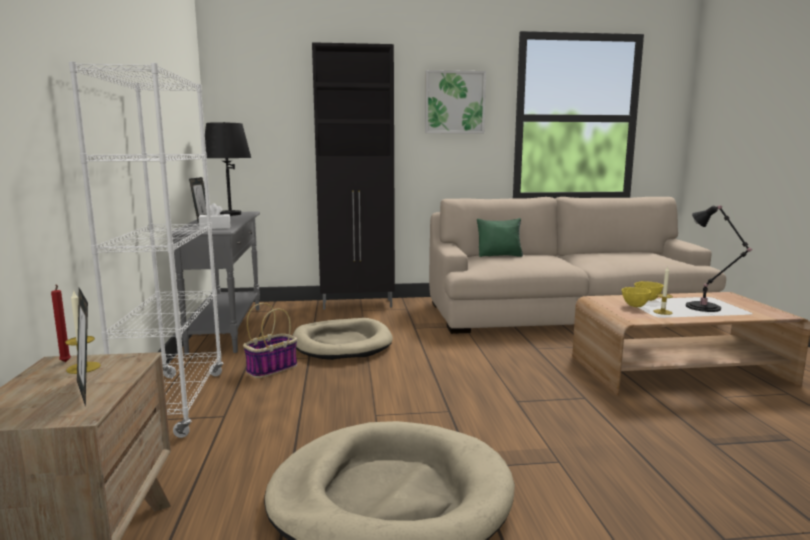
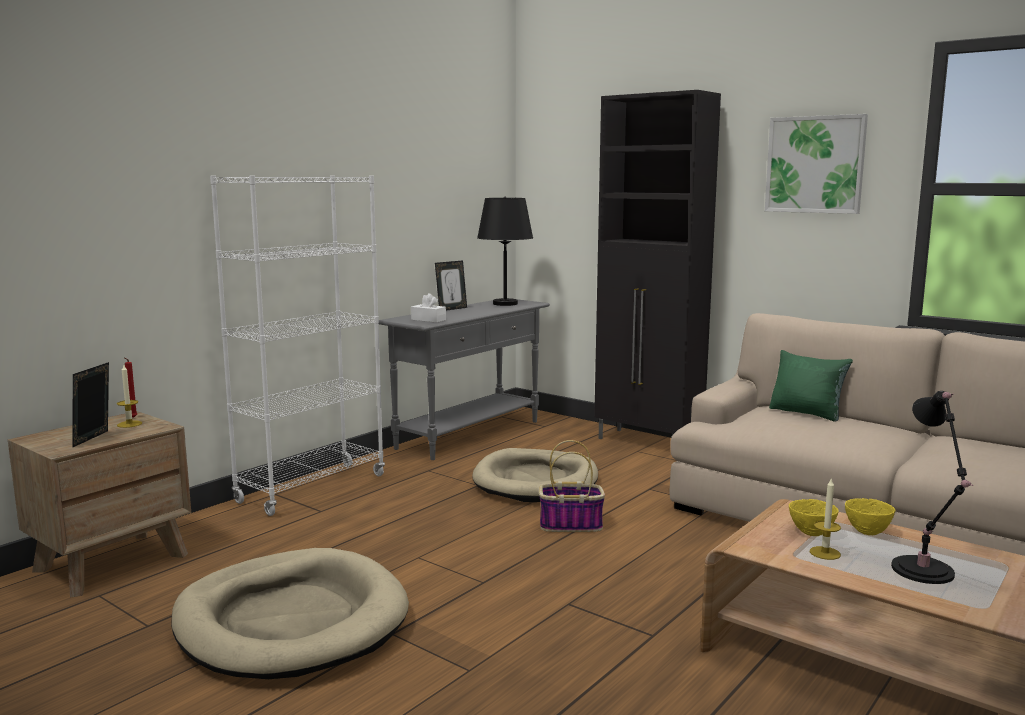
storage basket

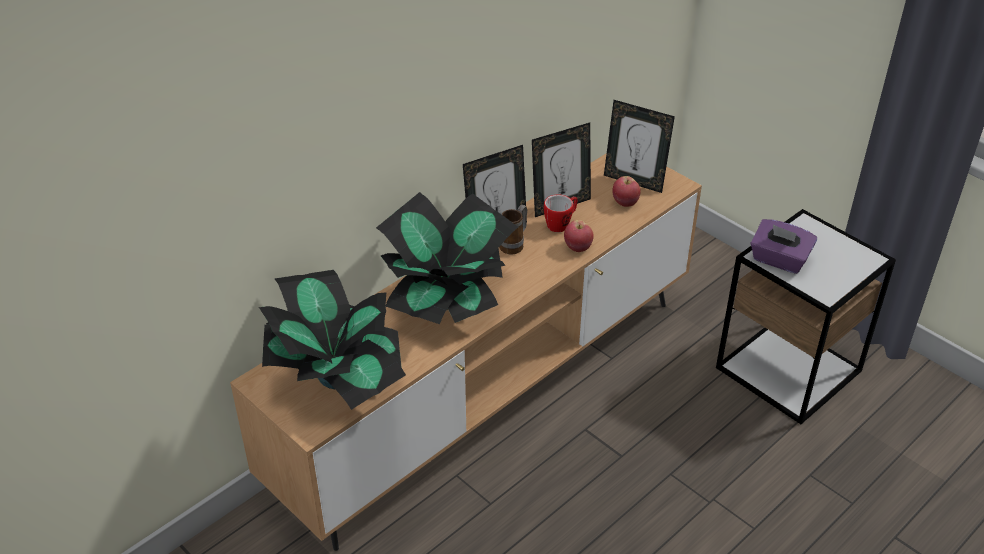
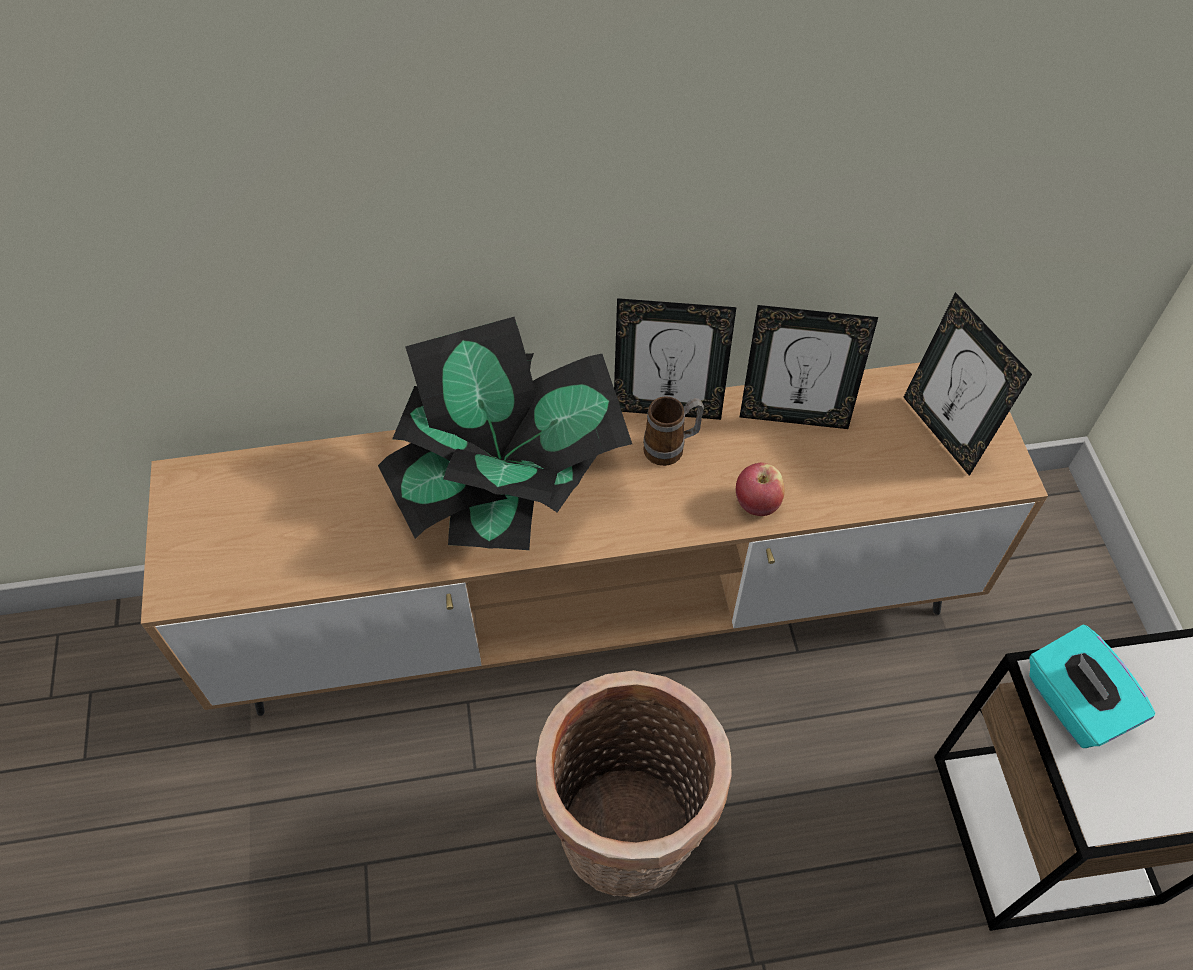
plant in a pot (1st from left in the first image)
coffee mug (2nd from left in the first image)
apple (2nd from left in the first image)
storage basket
blue-green box of tissues

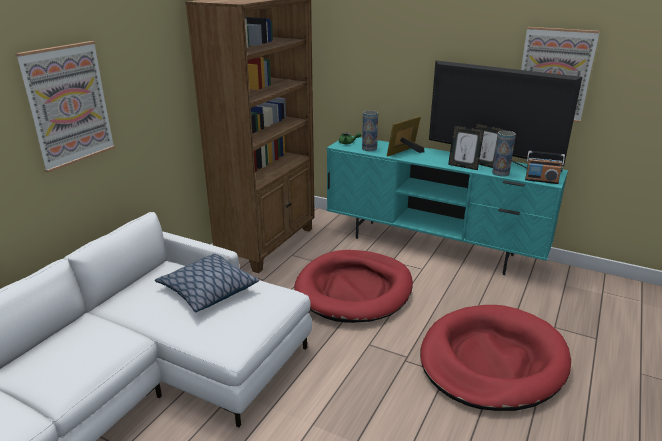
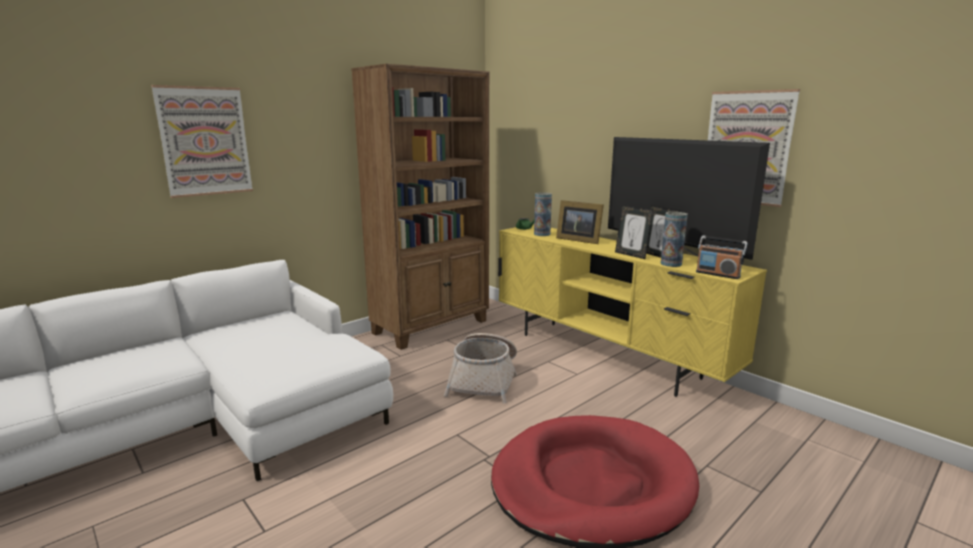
pillow
storage basket
yellow tv unit
picture frame (1st from left)

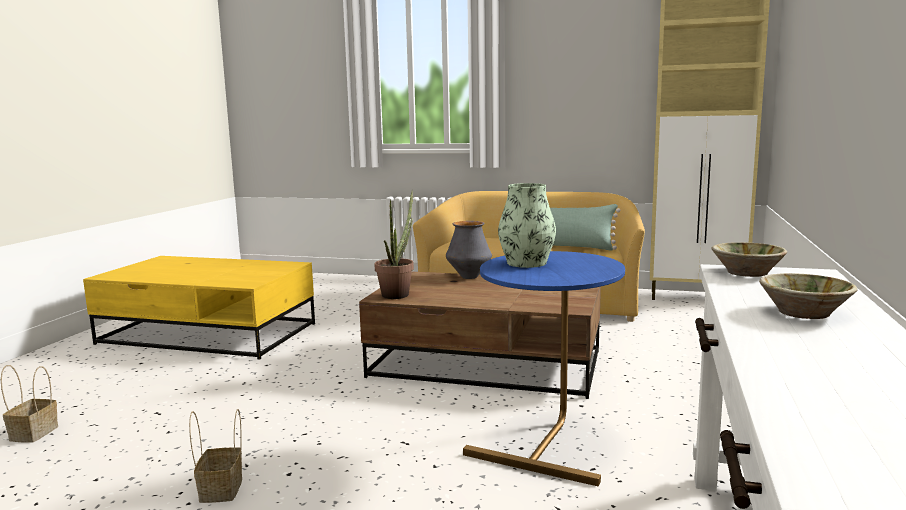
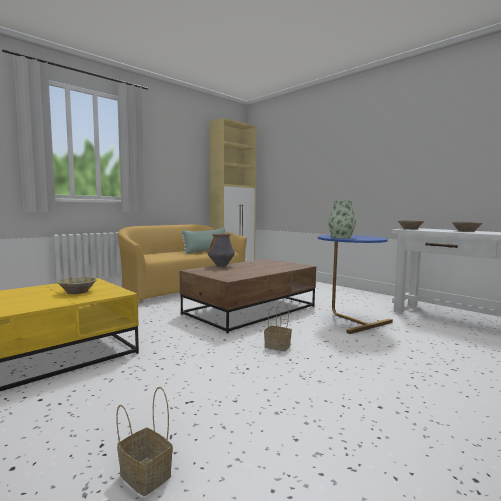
plant in a pot
beige-coloured deep dish (1st from left)
storage basket (2nd from left)

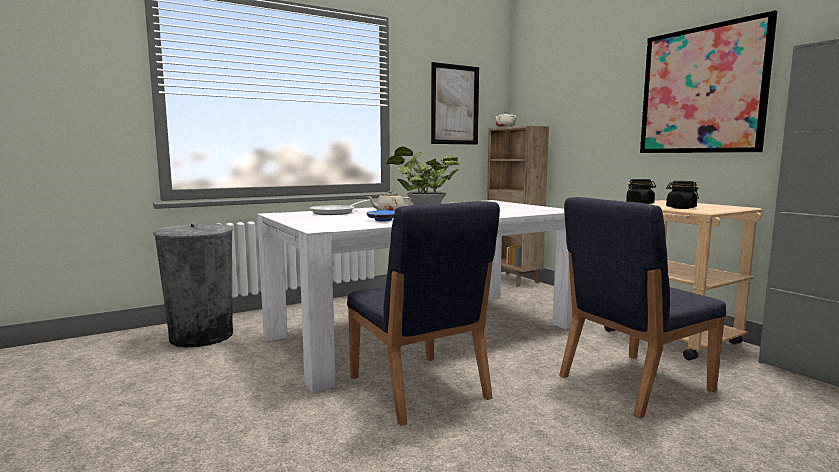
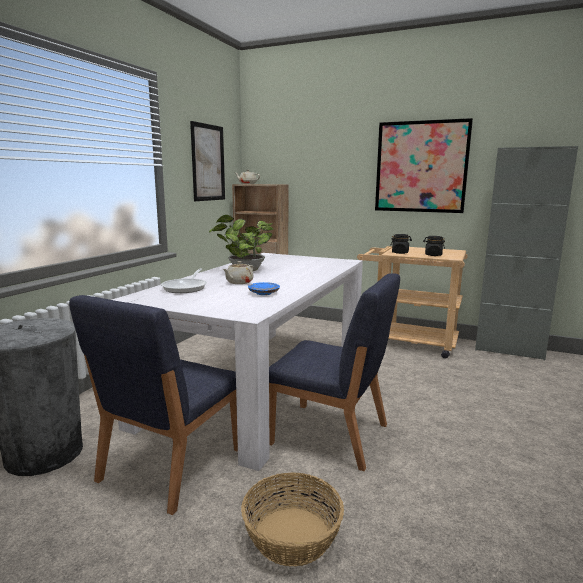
storage basket
blue-coloured chair (1st from left)

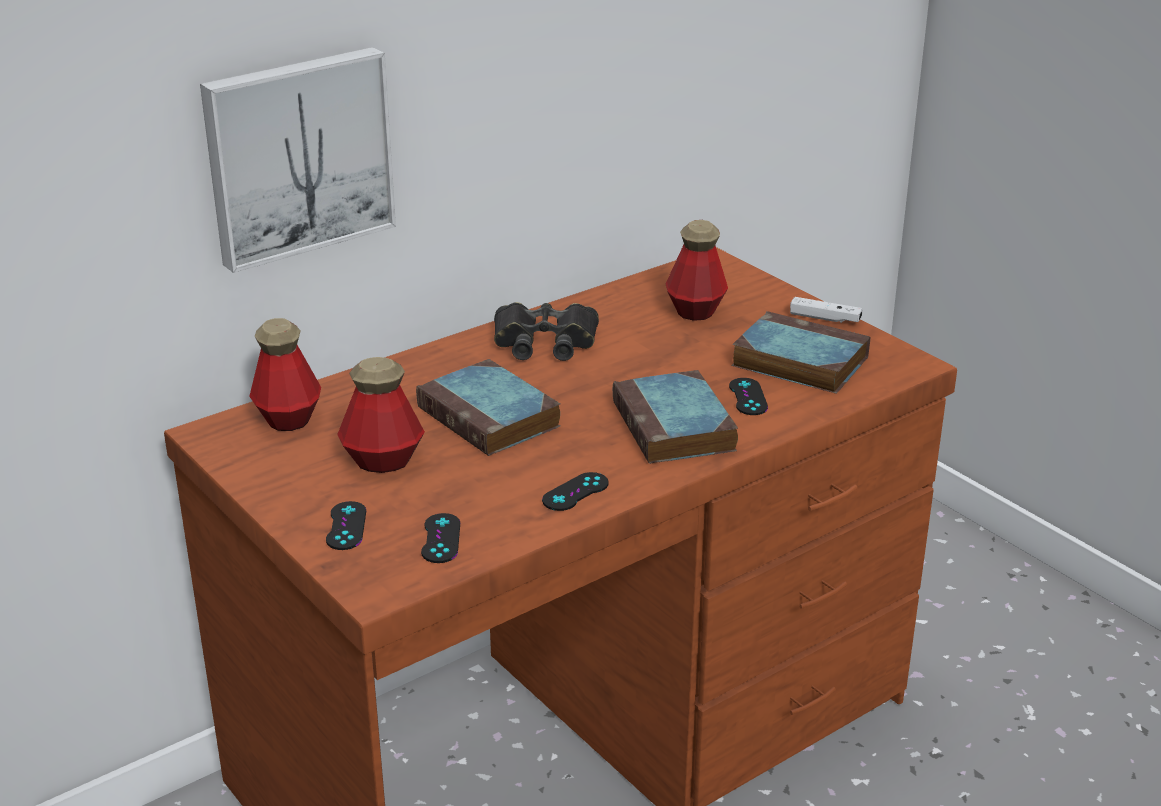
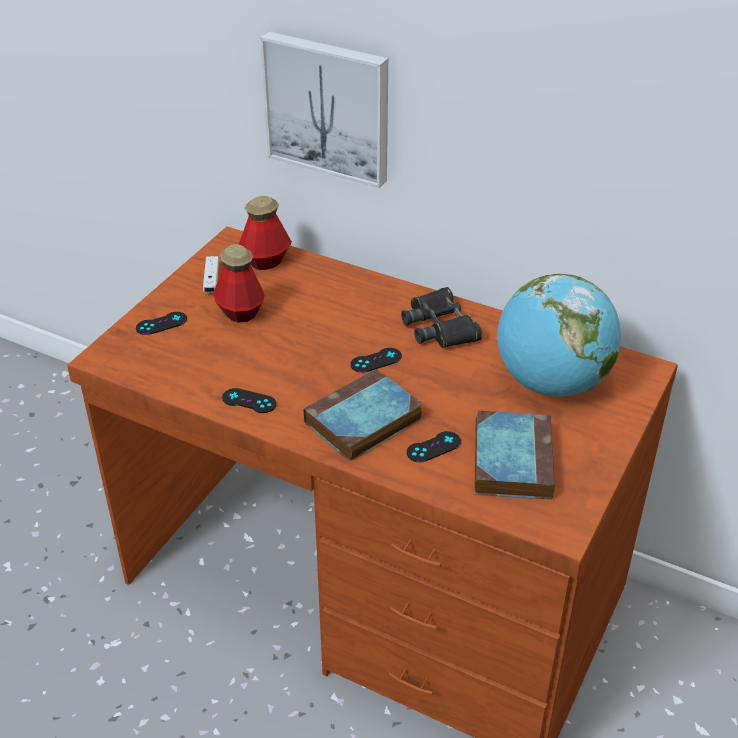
volume (1st from left in the first image)
blackish game controller (3rd from left)
whitish game controller
globe

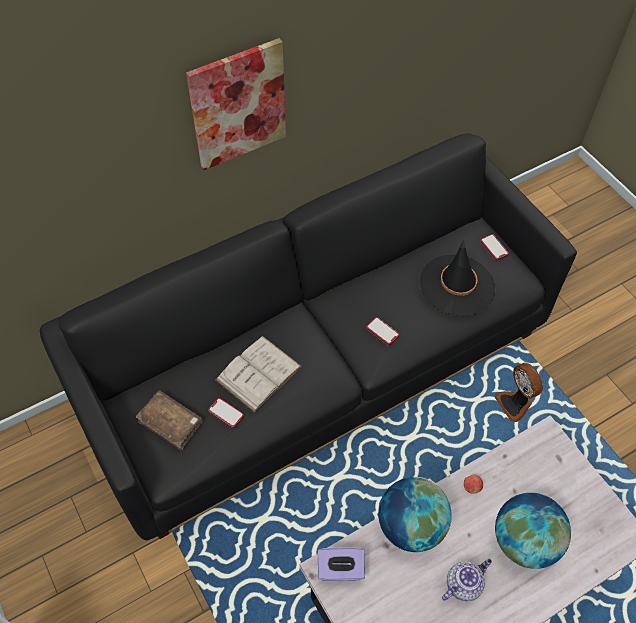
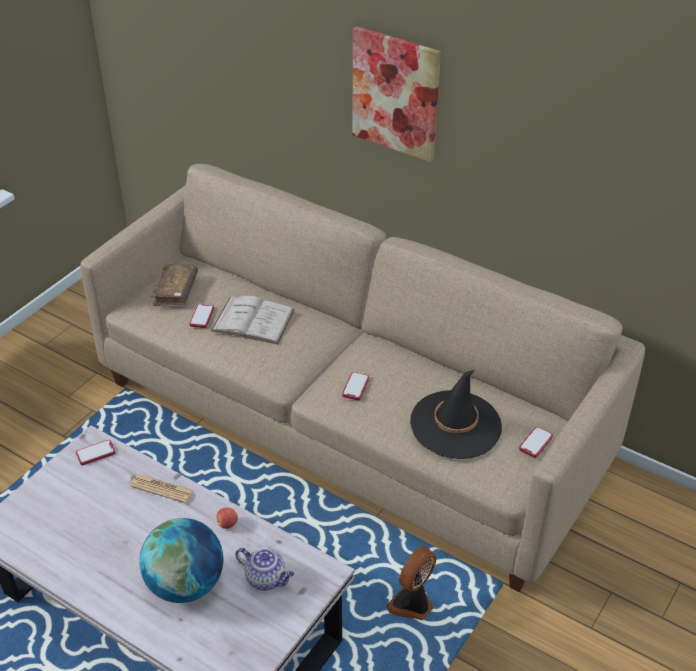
pot for tea
phone (1st from left)
newspaper
beige-coloured settee

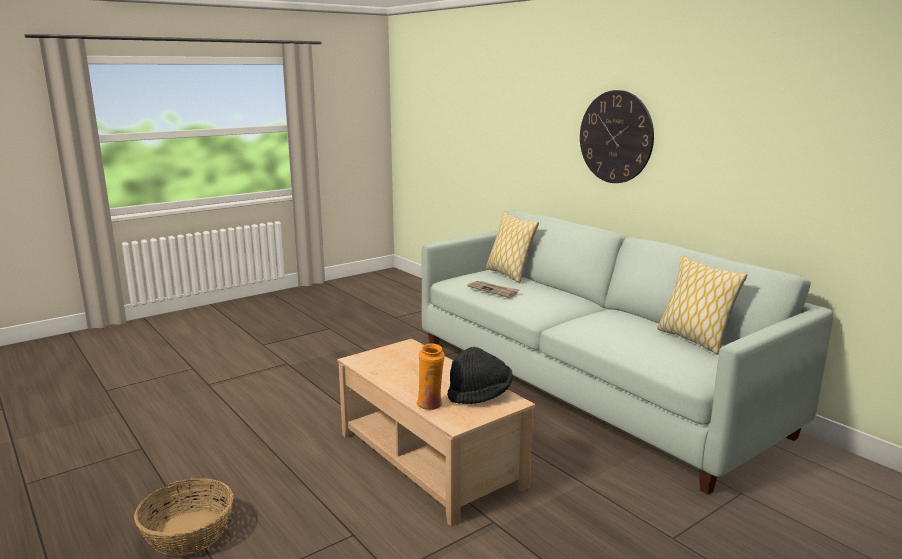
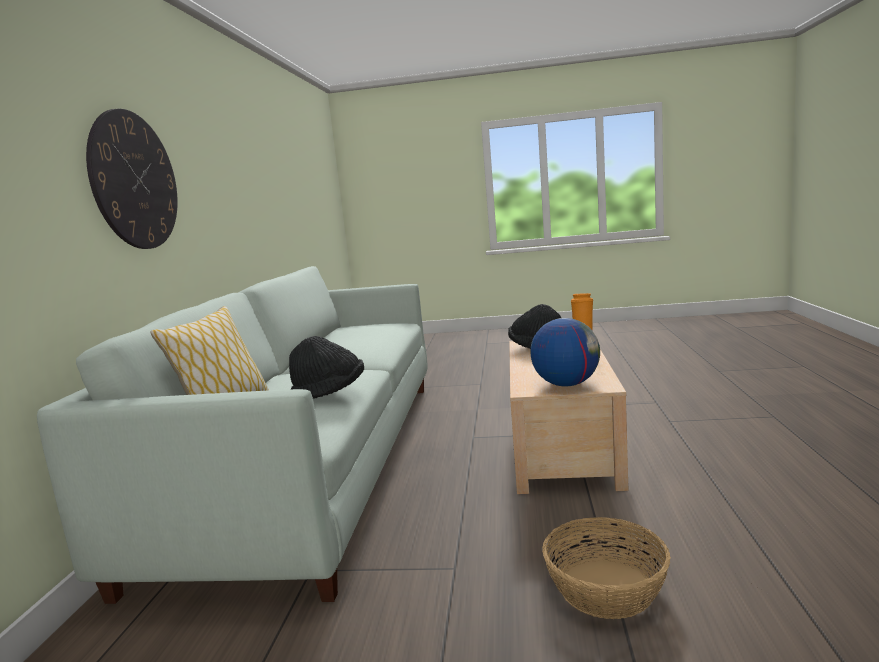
pillow (2nd from left in the first image)
globe
storage basket
blackish hat (1st from left)

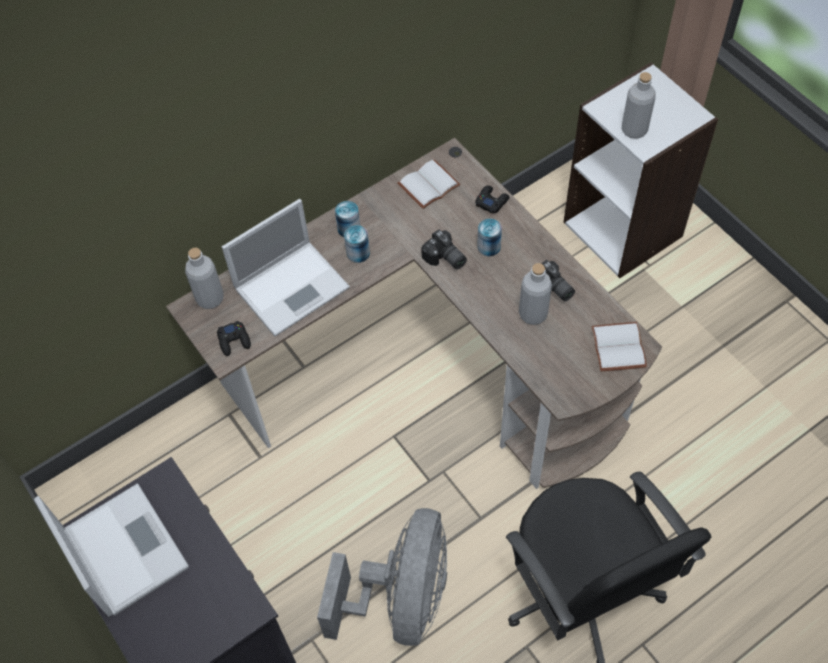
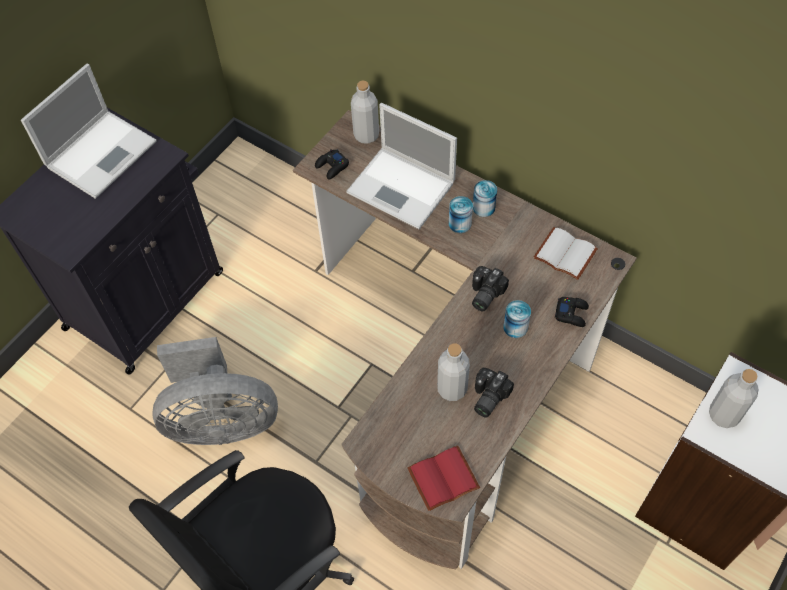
red volume

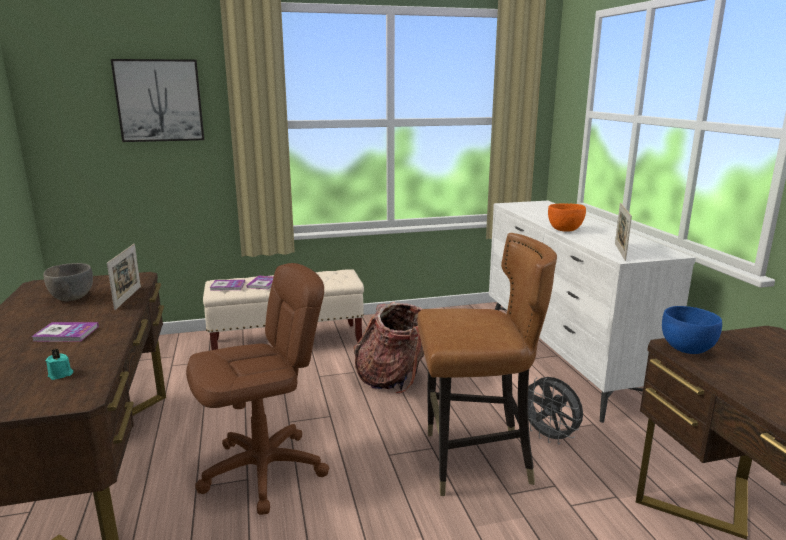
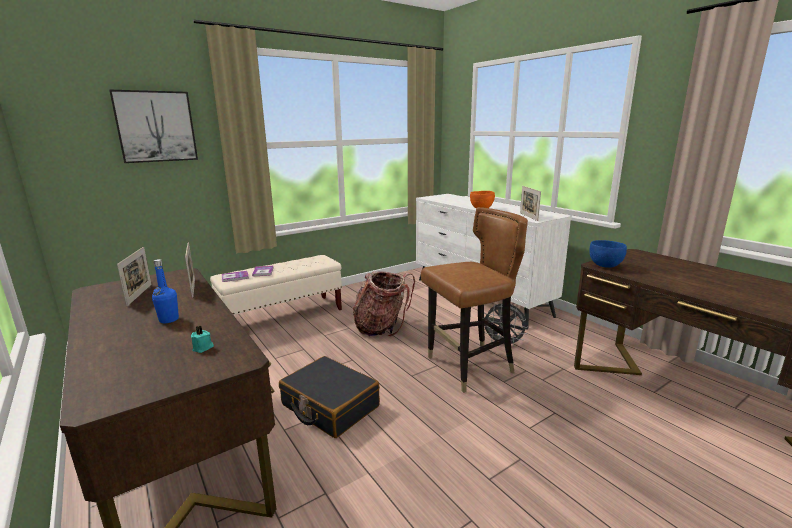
blue-coloured bottle
picture frame (1st from left)
blackish piece of luggage

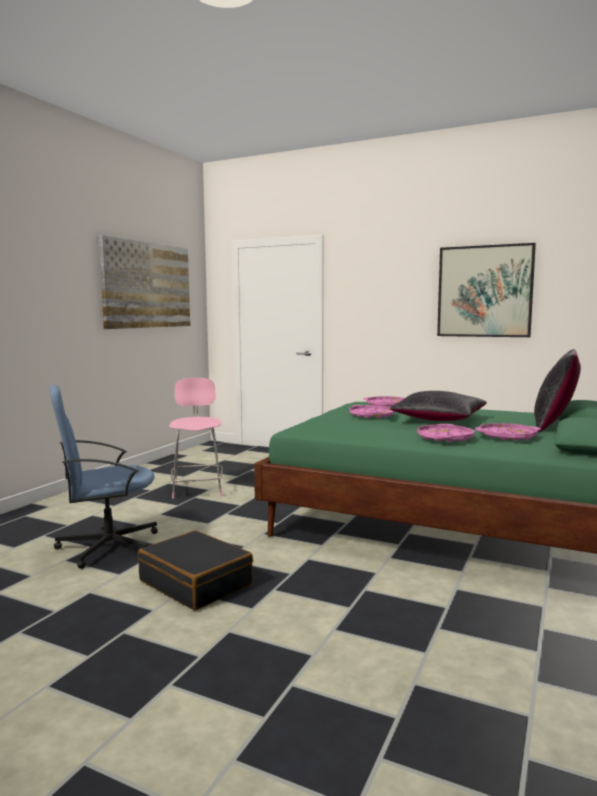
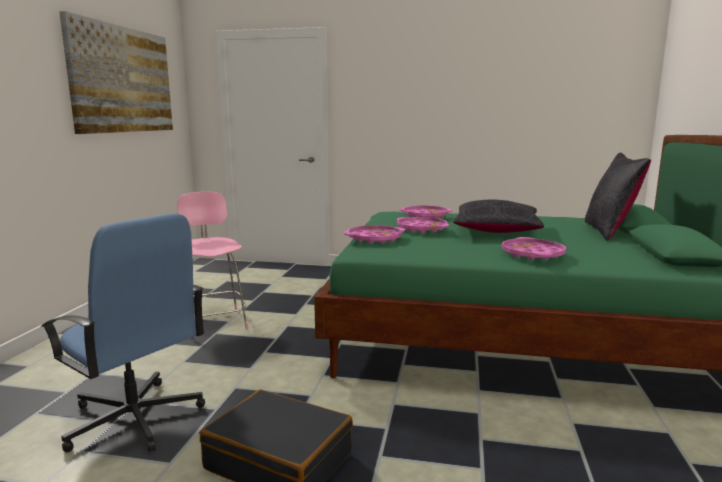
picture (2nd from left in the first image)
pink tray (1st from left)
blue-coloured office chair

